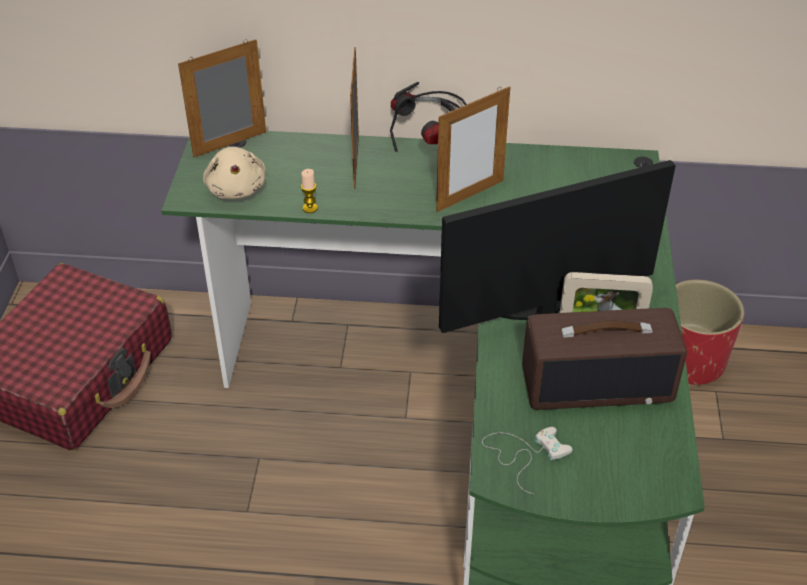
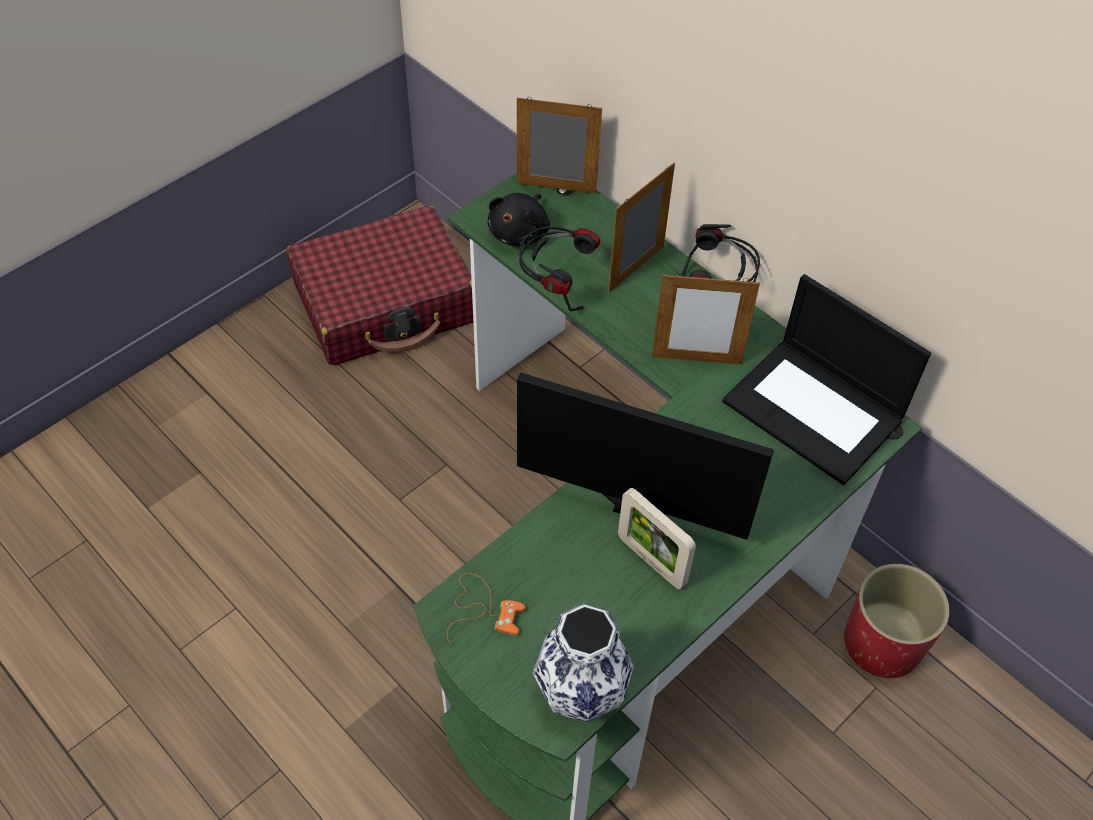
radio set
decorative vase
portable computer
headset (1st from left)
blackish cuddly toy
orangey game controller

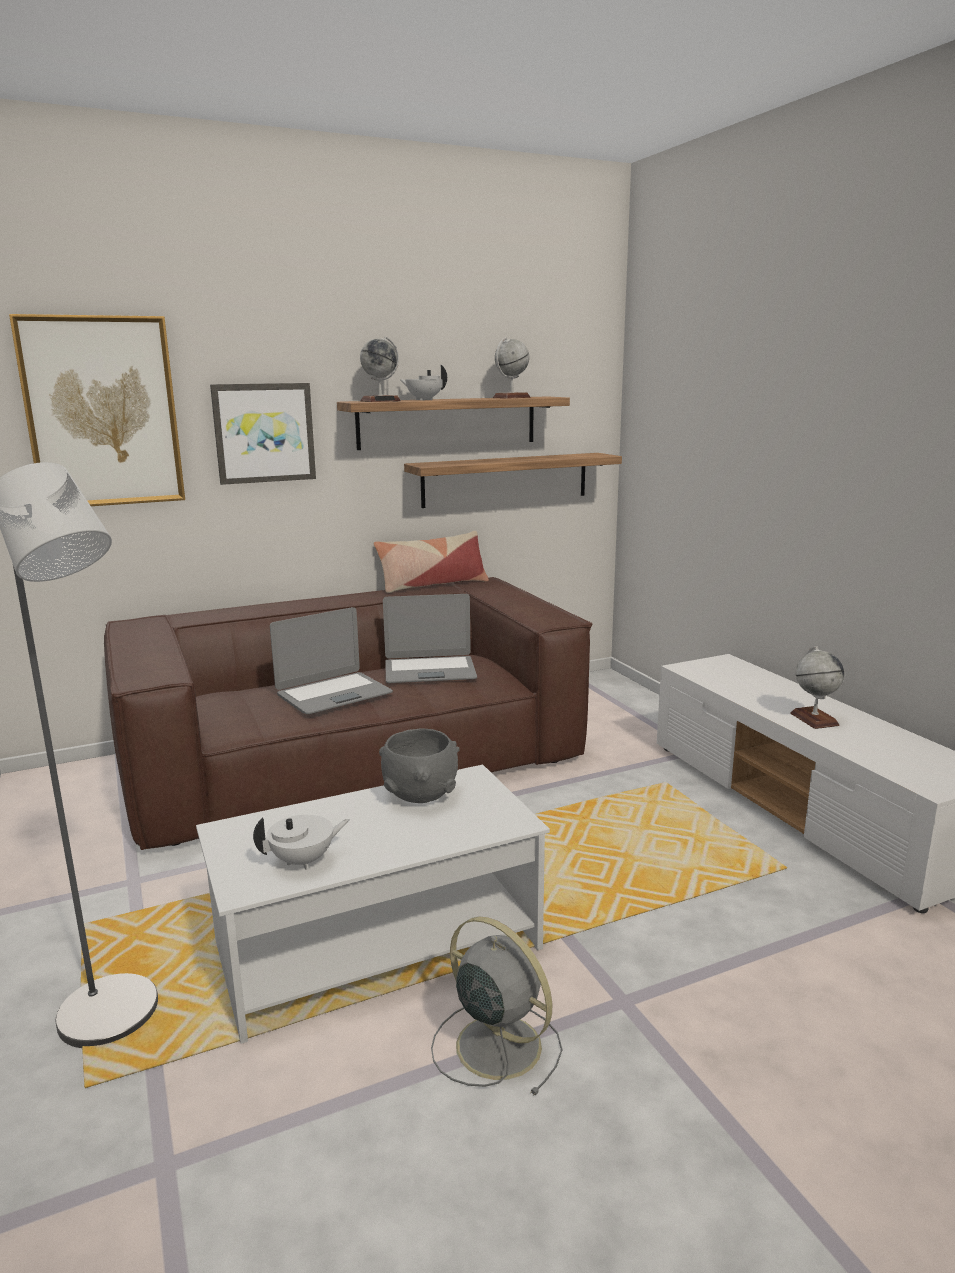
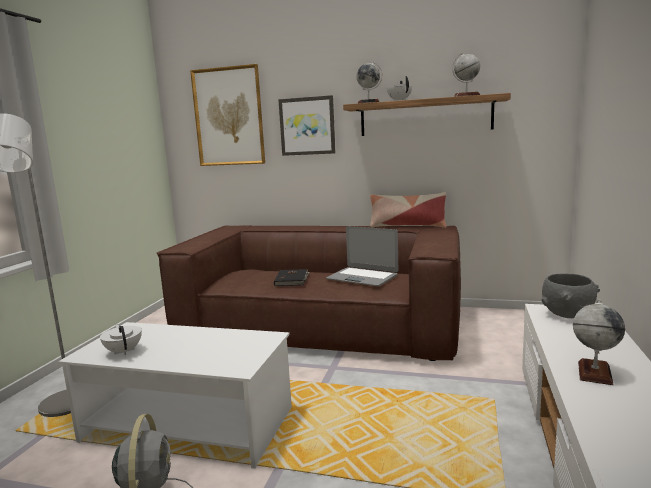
bracket shelf (2nd from left in the first image)
greyish deep dish
blackish volume
whitish pot for tea (1st from left)

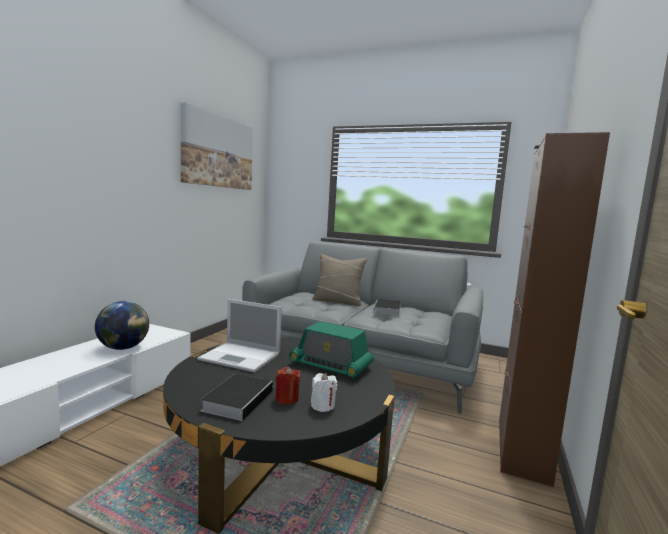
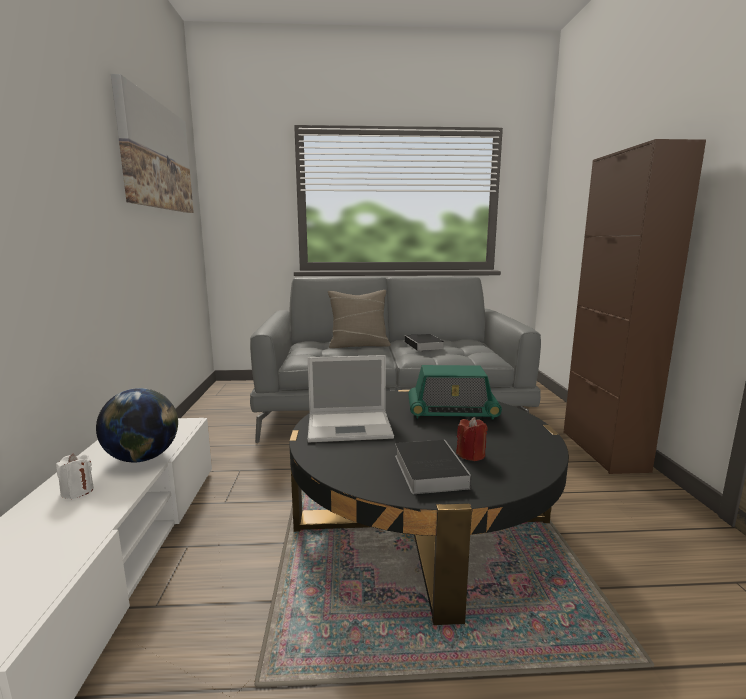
whitish candle

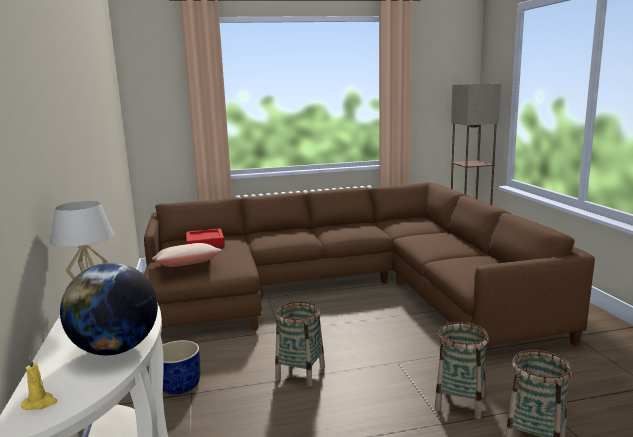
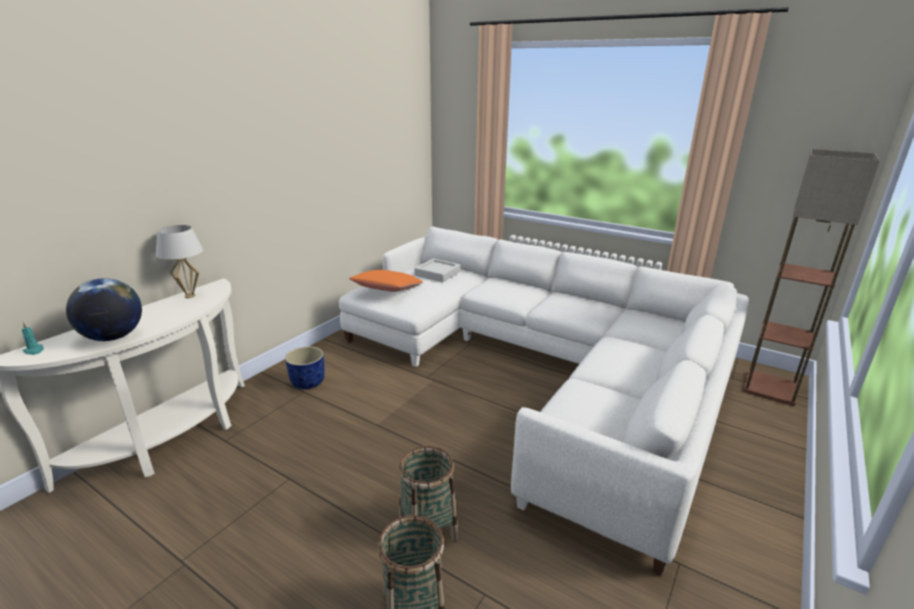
storage basket (1st from left in the first image)
blue-green candle
whitish settee
orangey pillow
greyish tray

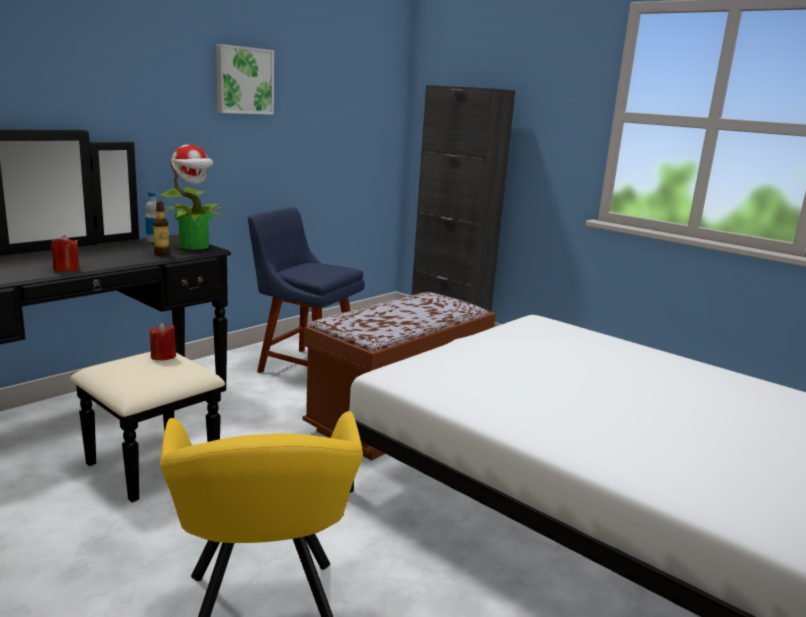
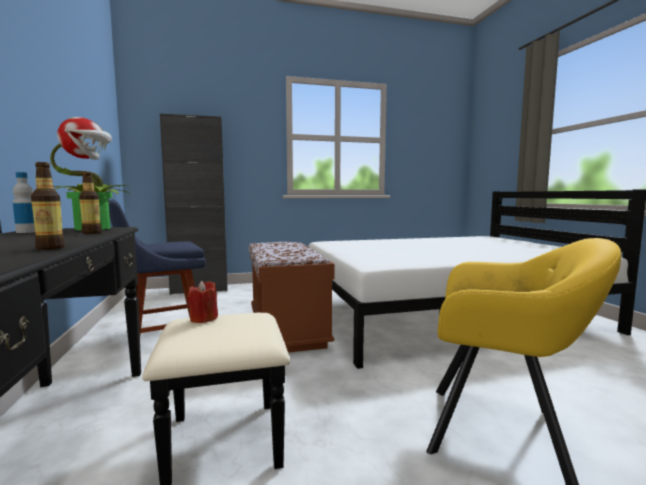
picture
bottle (2nd from left)

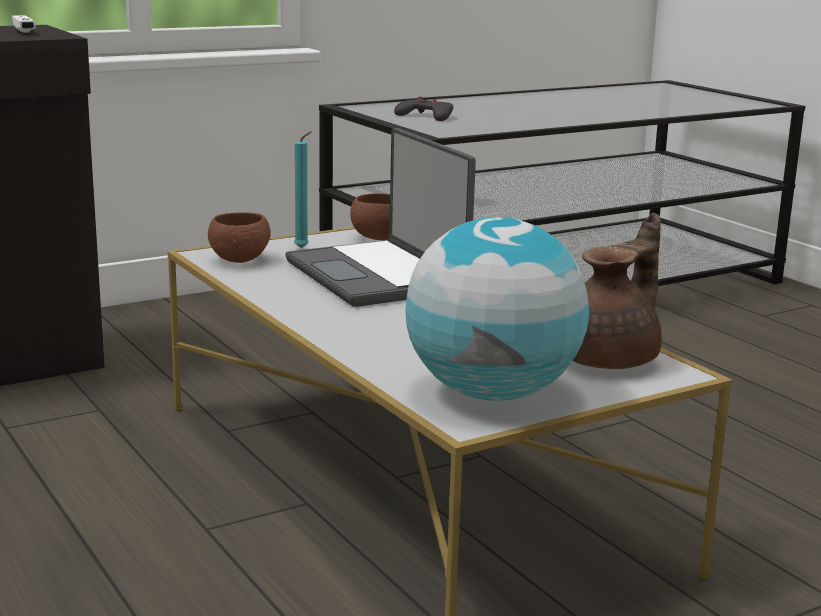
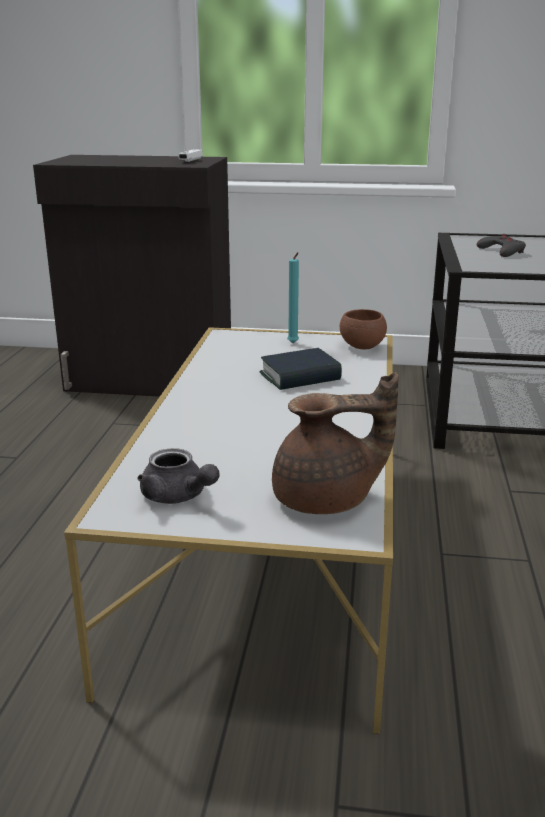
brown-coloured deep dish (1st from left in the first image)
volume
greyish pot for tea

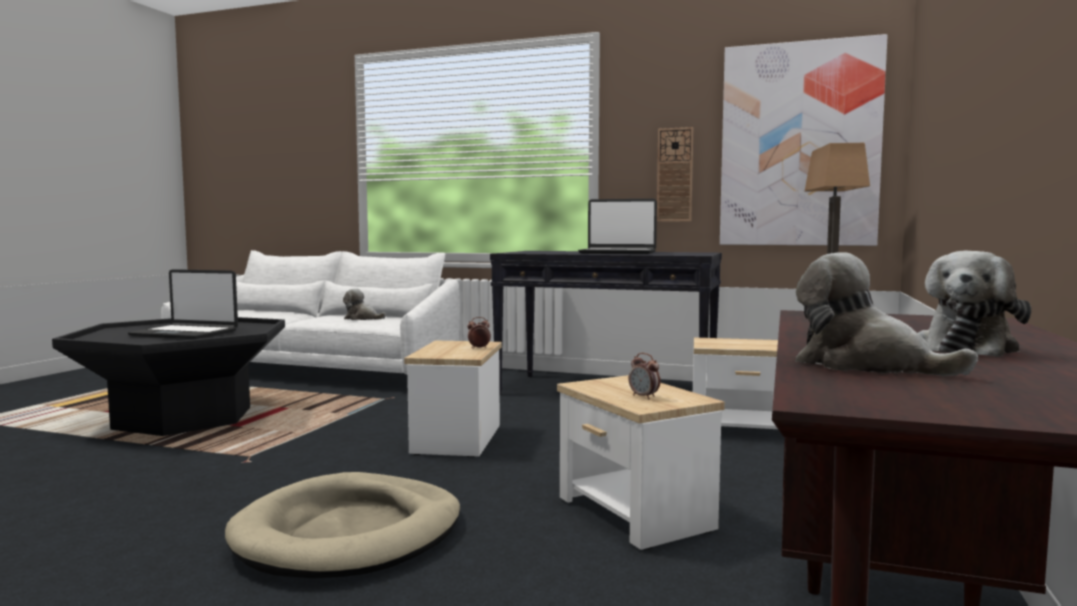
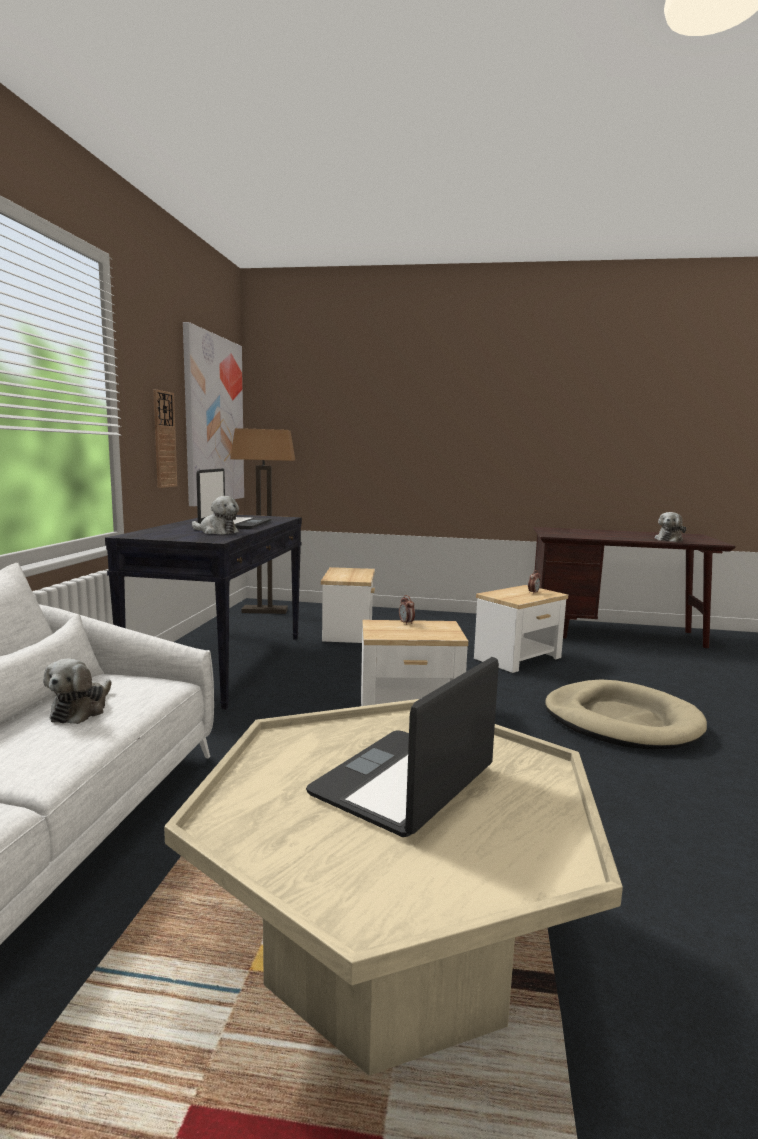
cuddly toy (2nd from left)
beige-coloured lounge table
portable computer (2nd from left)

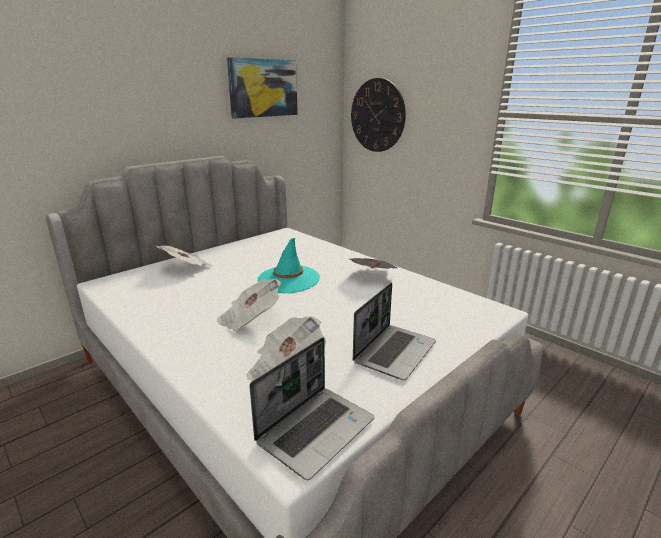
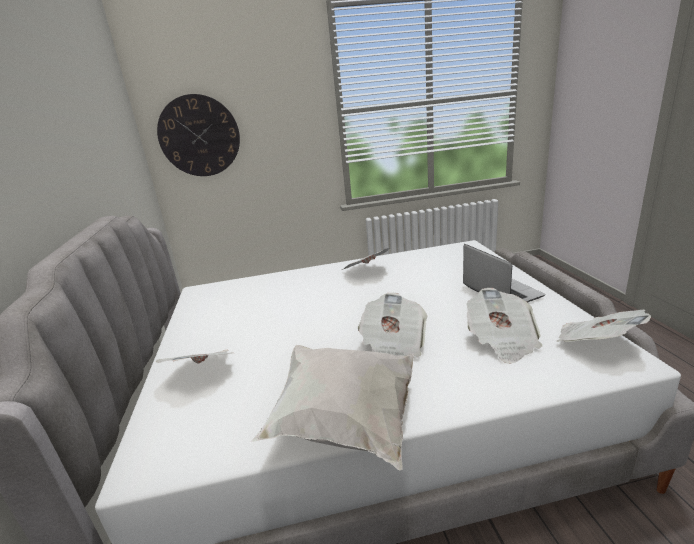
picture
blue-green hat
whitish pillow
newspaper (5th from left)

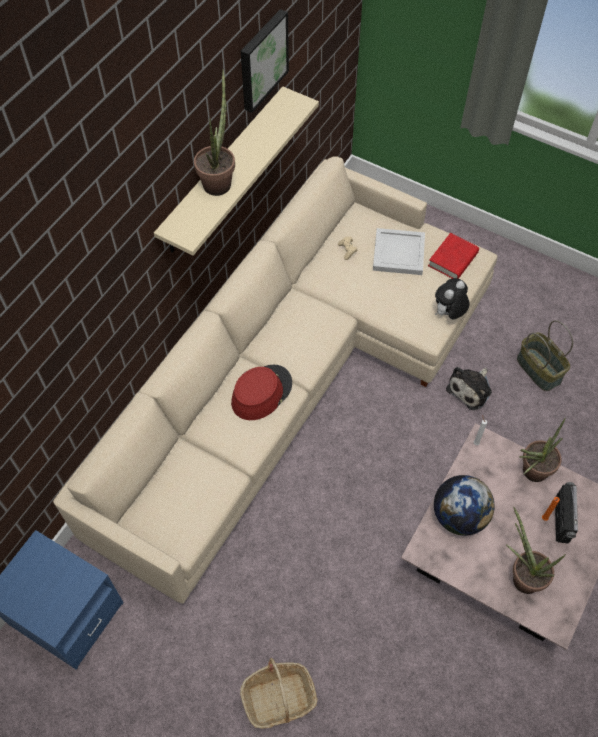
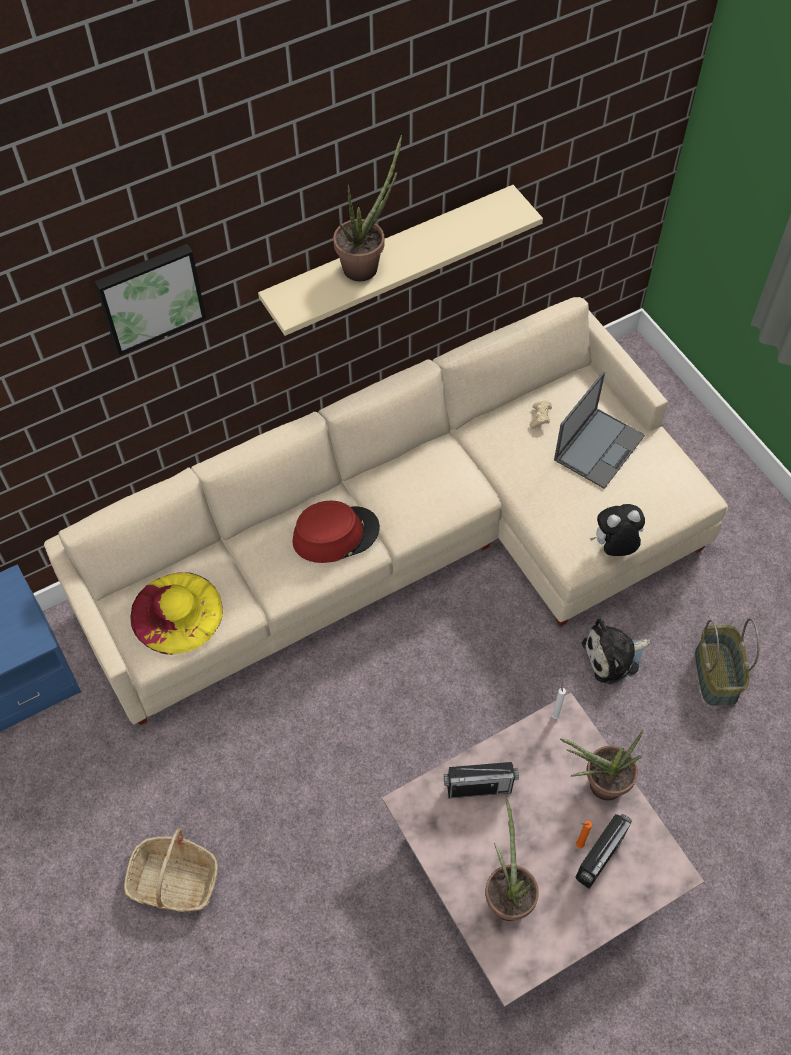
red volume
yellow hat
picture
portable computer
radio set (1st from left)

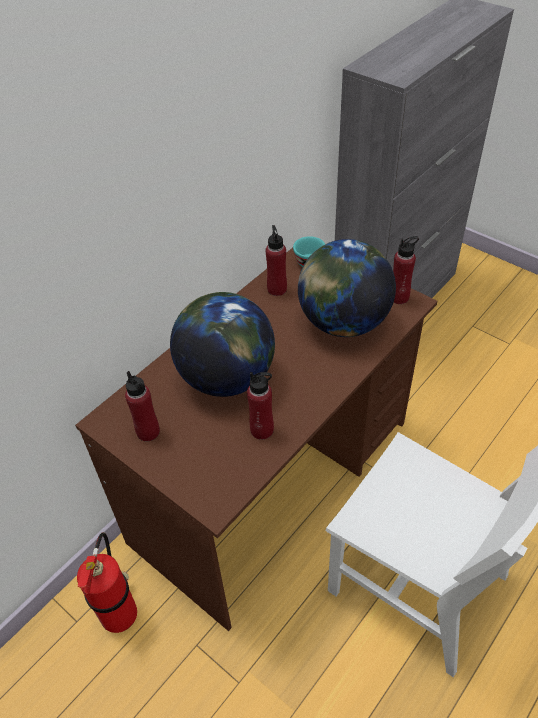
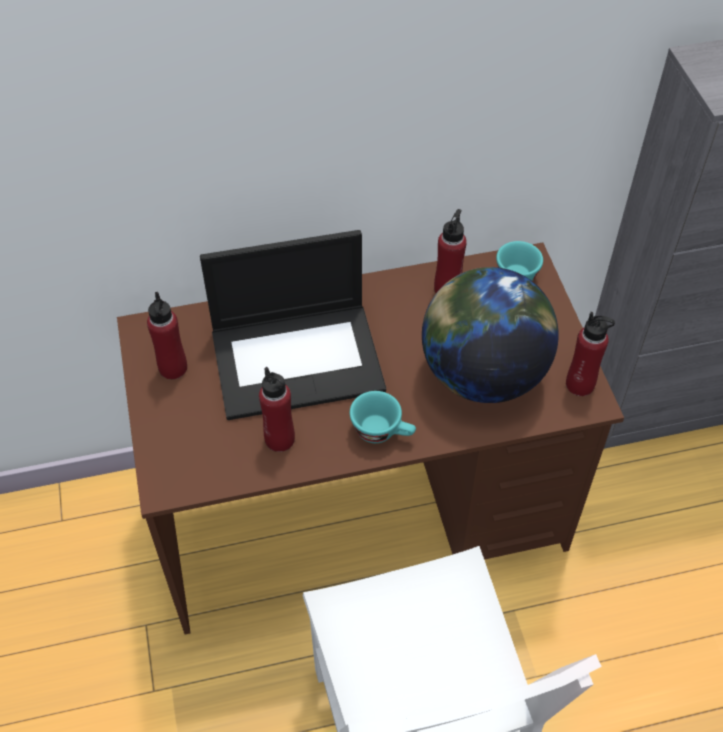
fire-fighting cylinder
blue-green cup (1st from left)
portable computer

